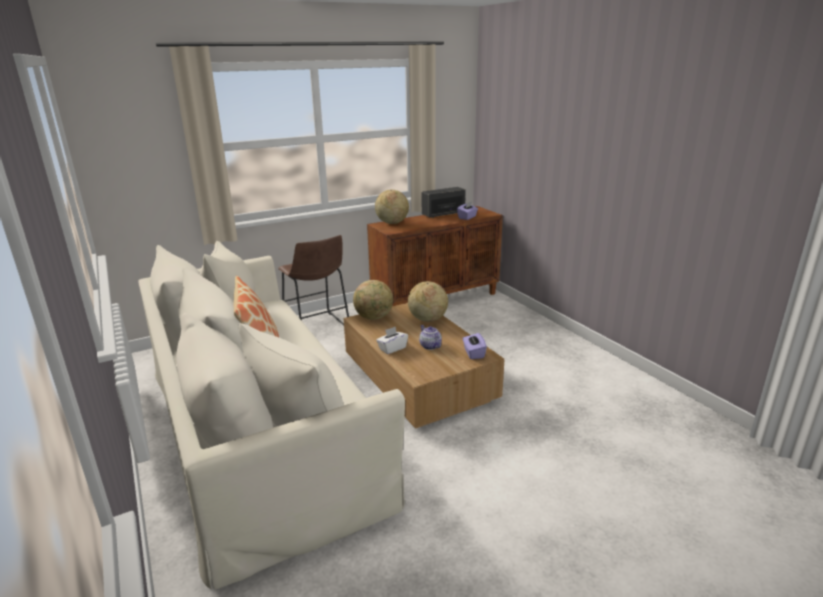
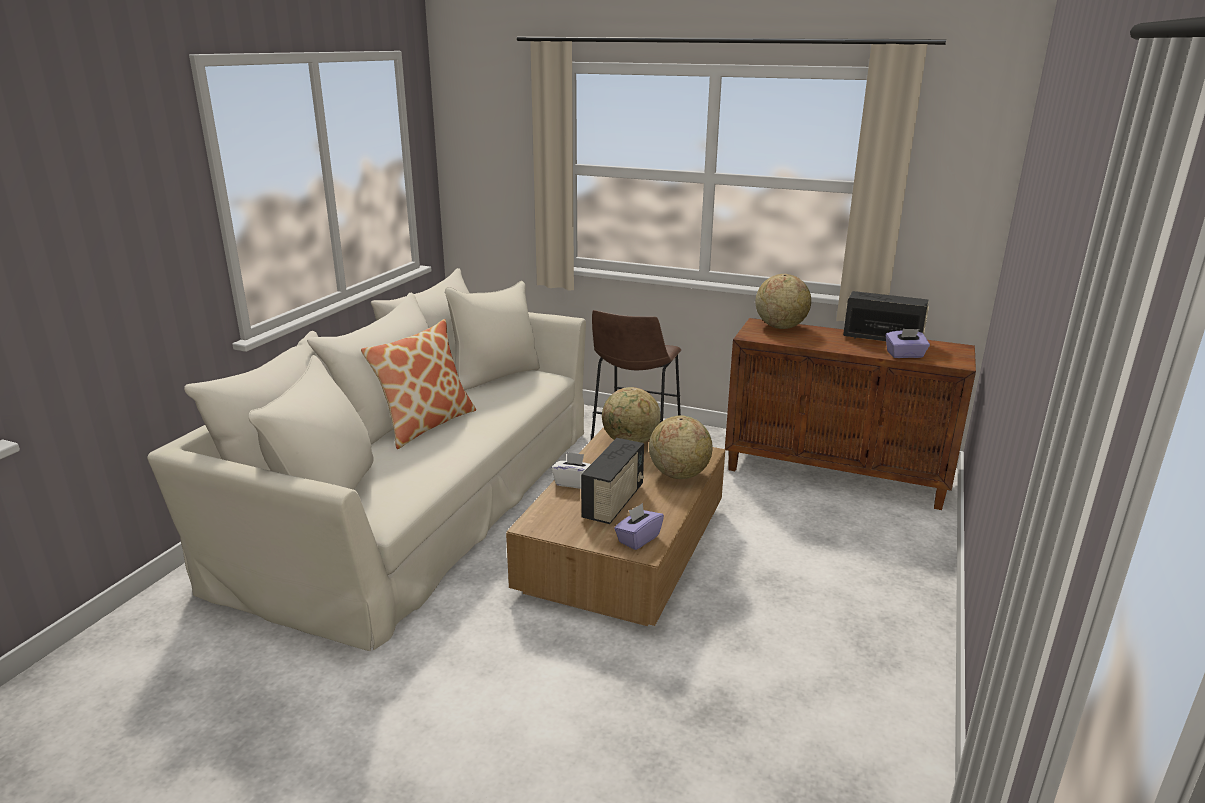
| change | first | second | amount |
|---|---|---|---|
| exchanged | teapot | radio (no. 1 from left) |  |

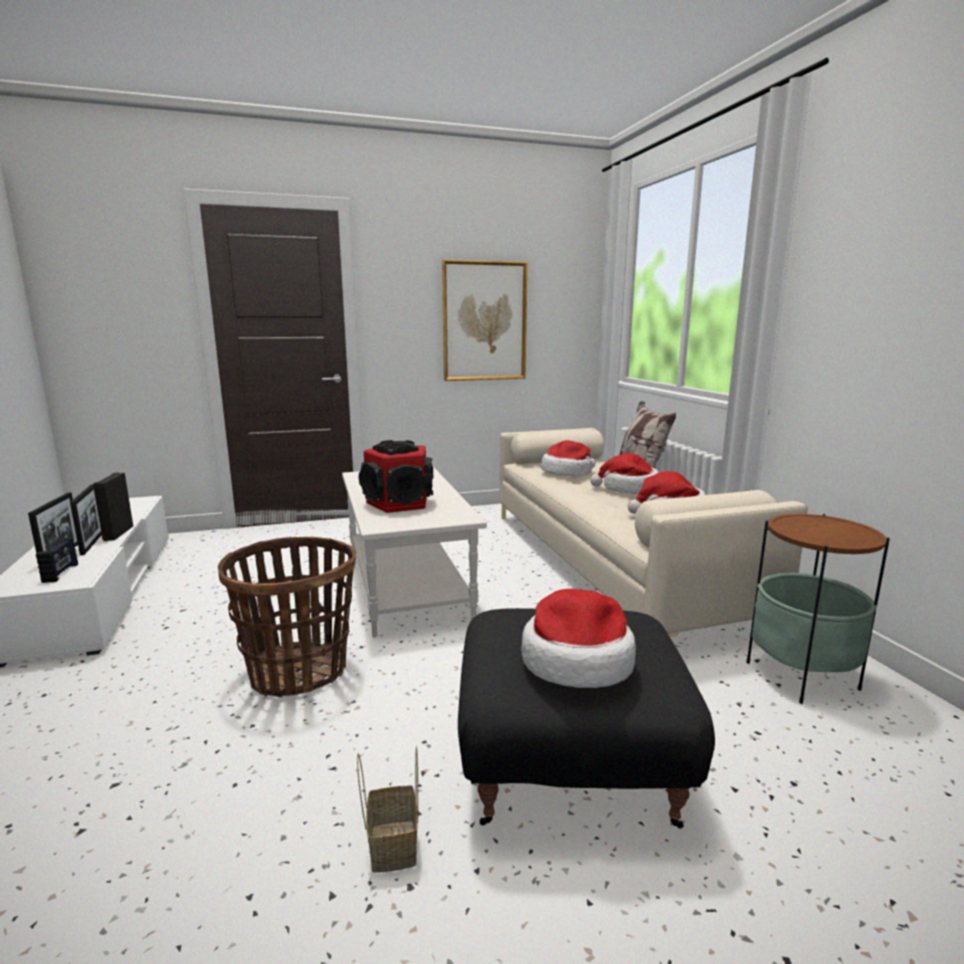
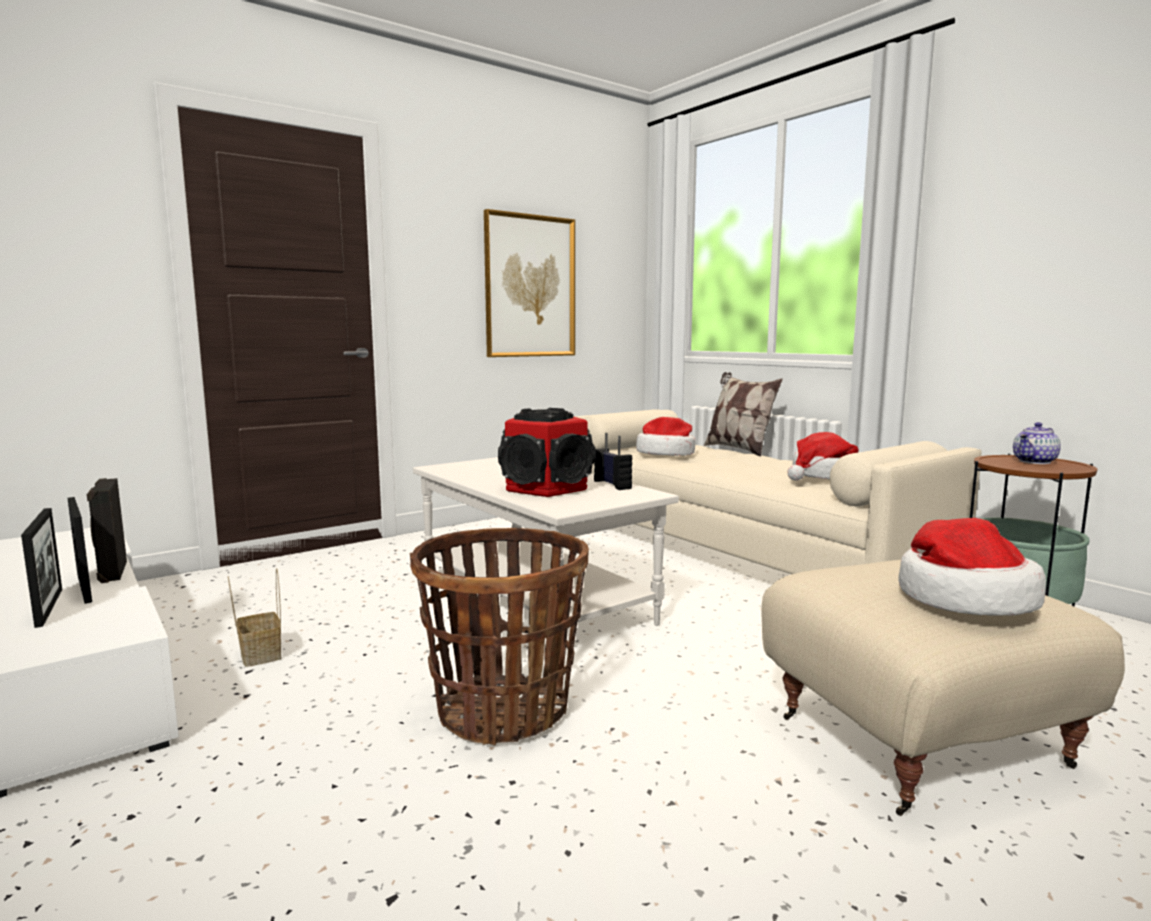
| change | first | second | amount |
|---|---|---|---|
| relocated | radio |  |  |
| relocated | basket (no. 2 from left in the first image) | basket (no. 1 from left) |  |
| colour | black ottoman | beige ottoman |  |
| missing | hat (no. 3 from left) |  |  |
| appeared |  | teapot |  |

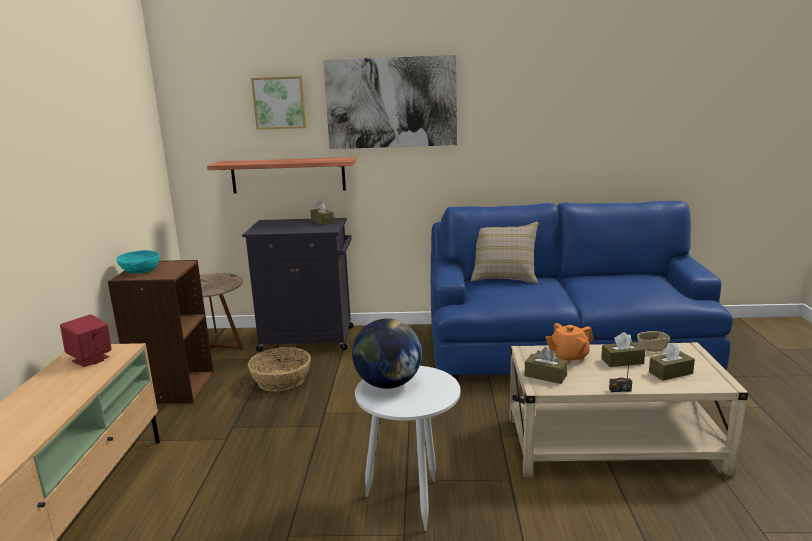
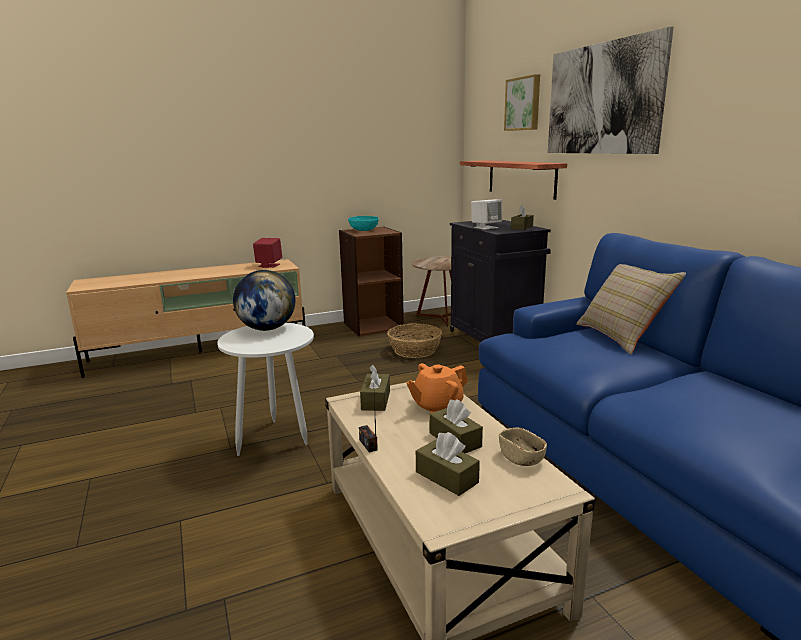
| change | first | second | amount |
|---|---|---|---|
| spun | orange teapot |  | 75 degrees counterclockwise |
| appeared |  | white speaker |  |

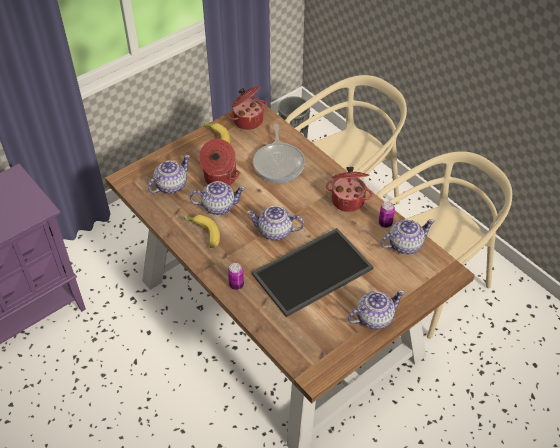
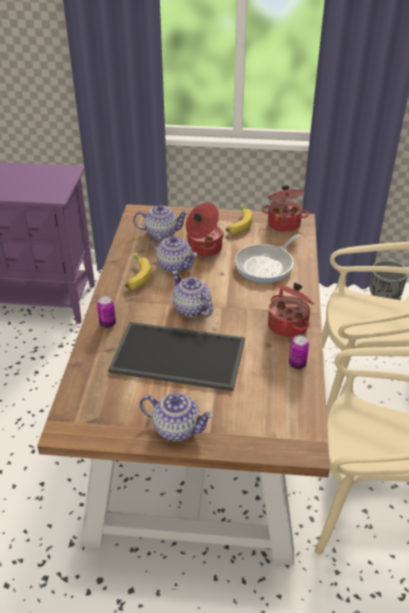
| change | first | second | amount |
|---|---|---|---|
| missing | teapot (no. 5 from left) |  |  |

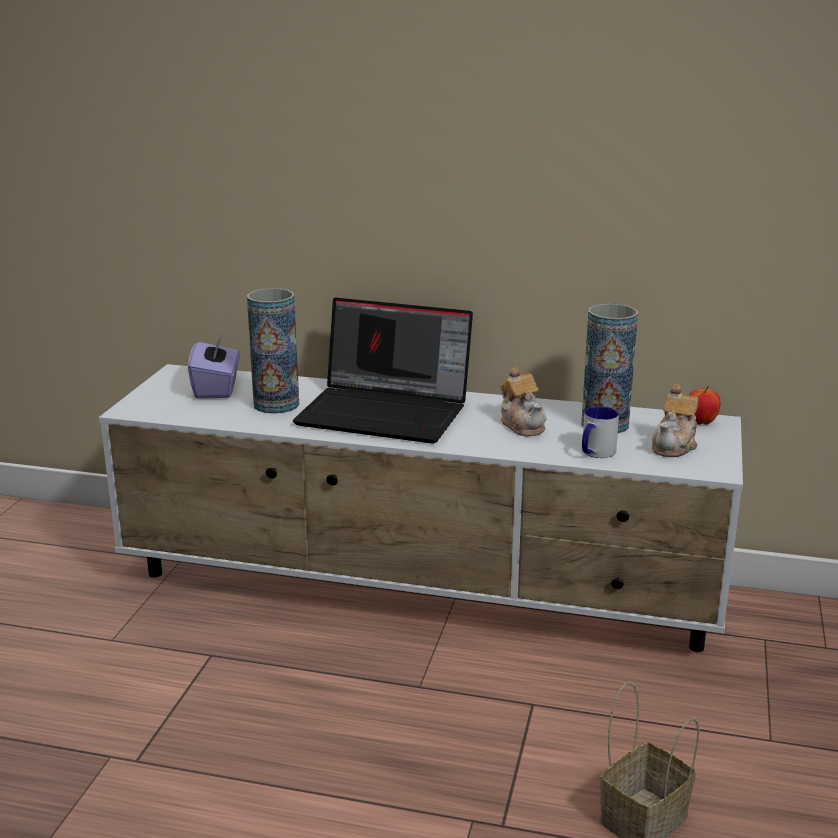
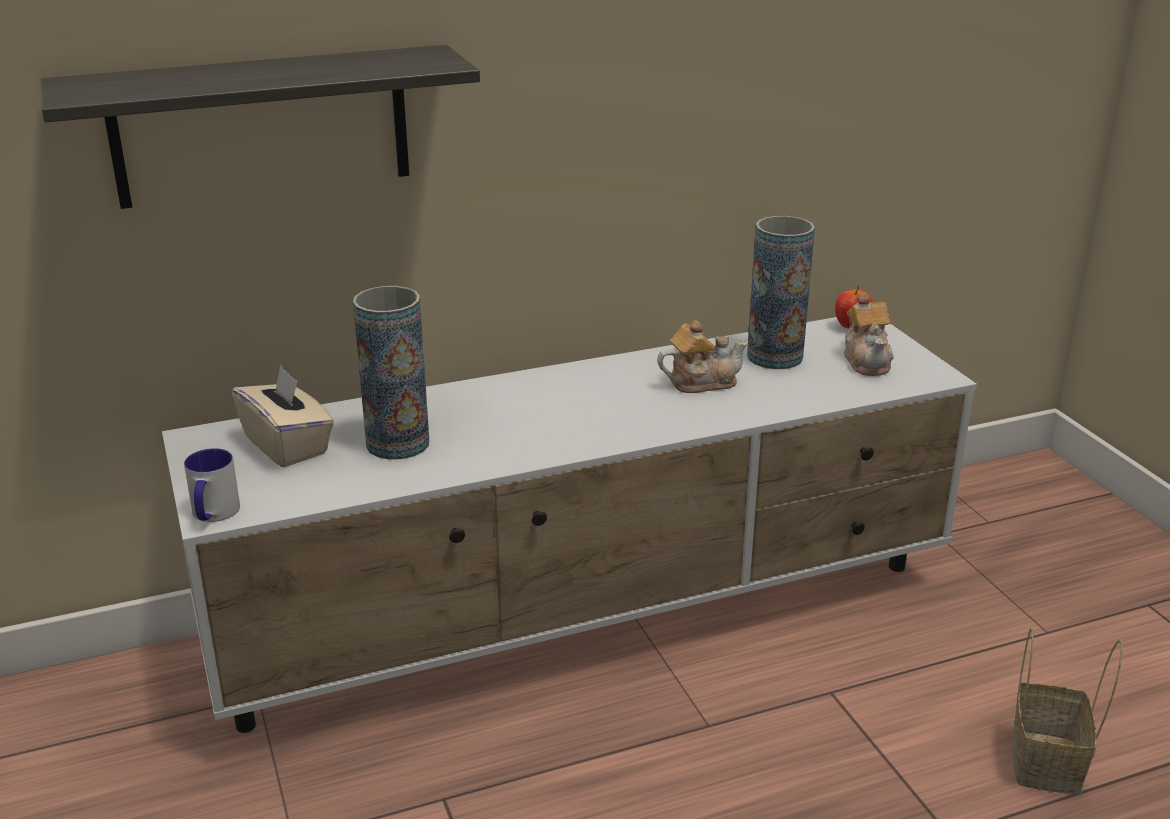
| change | first | second | amount |
|---|---|---|---|
| colour | purple tissue box | beige tissue box |  |
| missing | laptop |  |  |
| spun | teapot (no. 1 from left) |  | 45 degrees counterclockwise |
| relocated | mug |  |  |
| appeared |  | shelf |  |

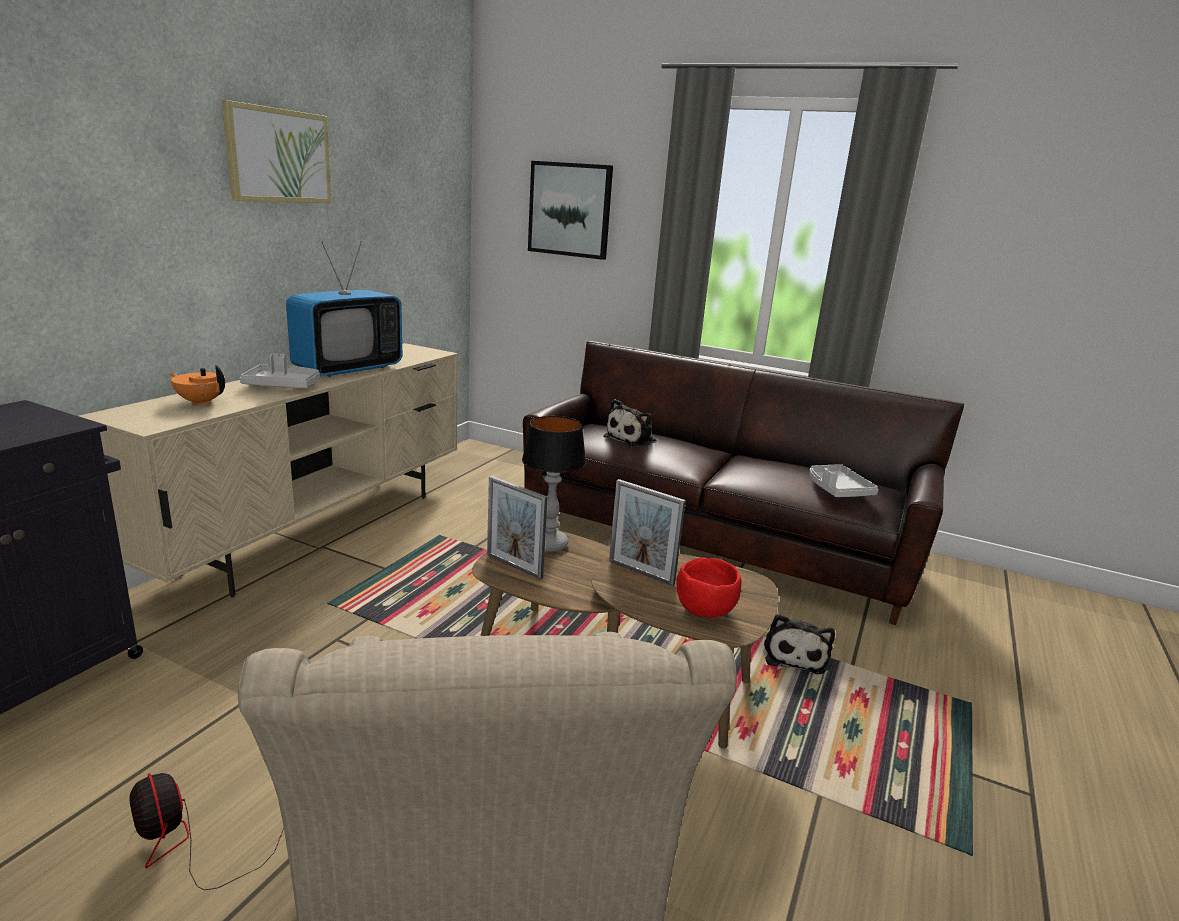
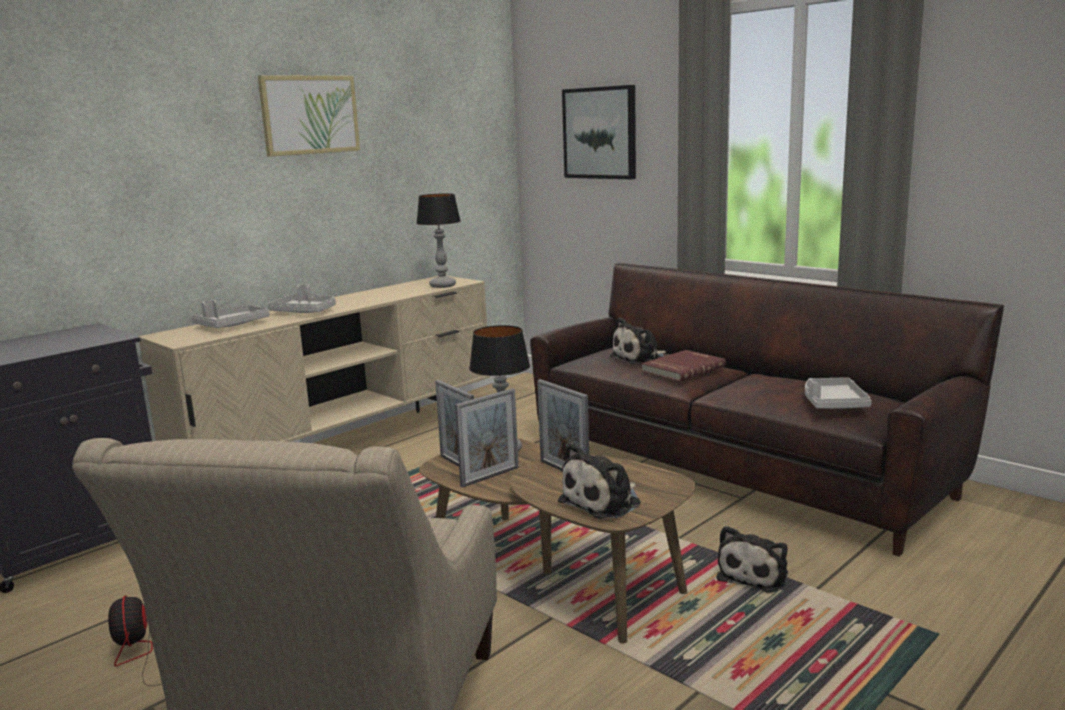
| change | first | second | amount |
|---|---|---|---|
| exchanged | orange teapot | grey tray (no. 1 from left) |  |
| missing | television |  |  |
| exchanged | red bowl | plush toy (no. 1 from left) |  |
| appeared |  | table lamp (no. 1 from left) |  |
| appeared |  | picture frame (no. 2 from left) |  |
| appeared |  | red book |  |

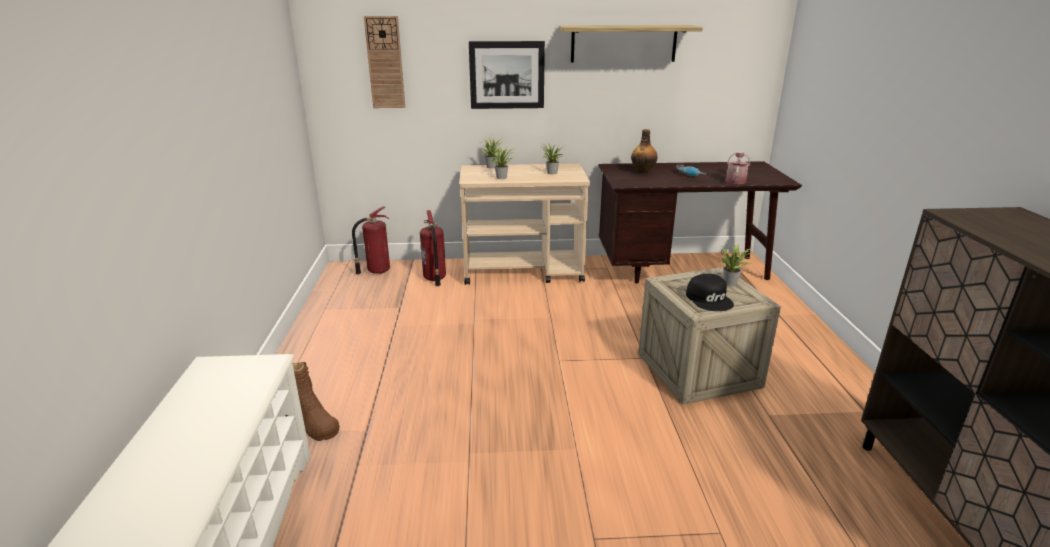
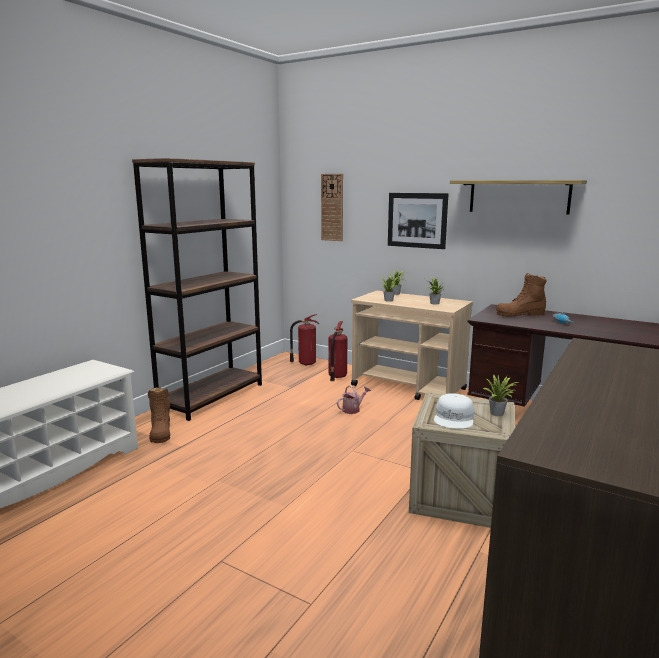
| change | first | second | amount |
|---|---|---|---|
| exchanged | bottle | brown boot (no. 2 from left) |  |
| colour | black cap | white cap |  |
| relocated | watering can |  |  |
| appeared |  | brown bookcase |  |

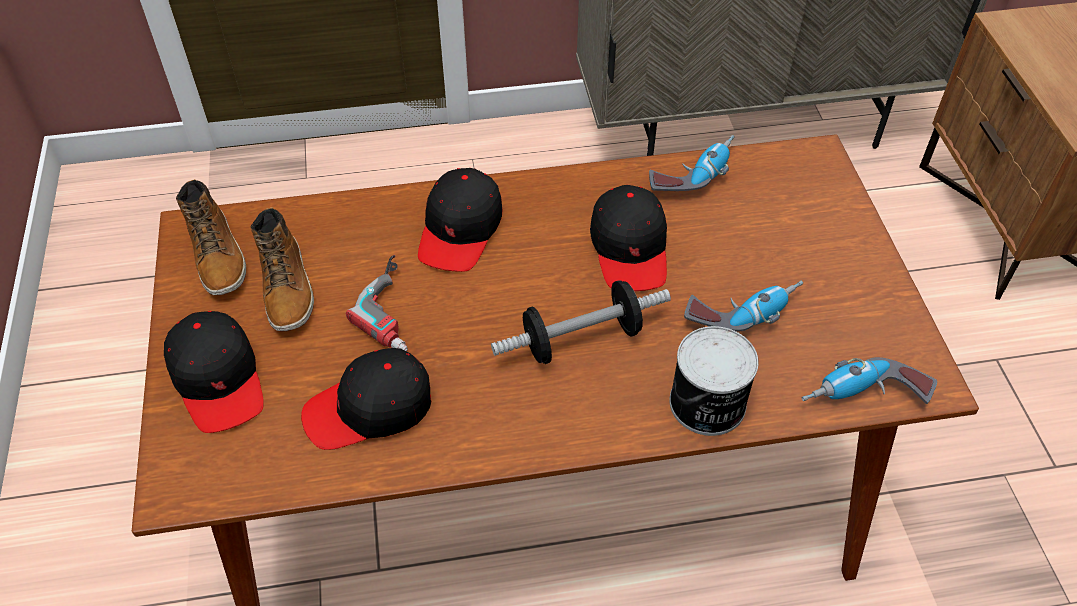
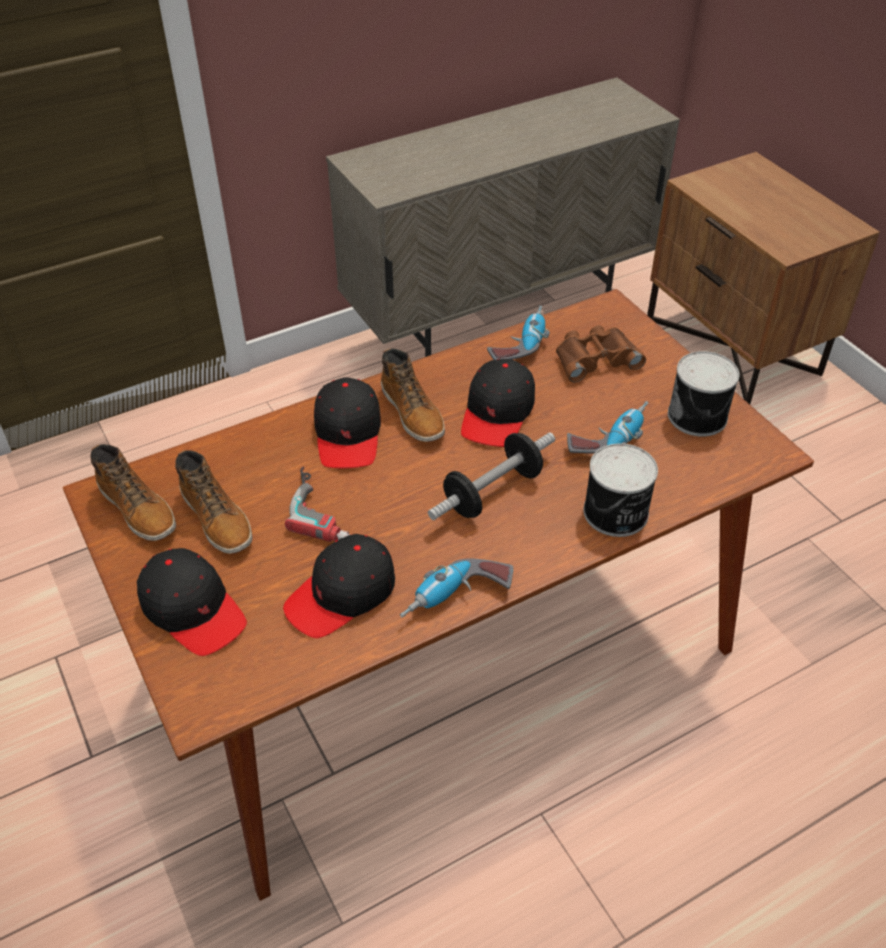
| change | first | second | amount |
|---|---|---|---|
| spun | black cap (no. 4 from left) |  | 45 degrees clockwise |
| relocated | power drill (no. 4 from left in the first image) | power drill (no. 2 from left) |  |
| appeared |  | boot (no. 3 from left) |  |
| appeared |  | brown binoculars |  |
| appeared |  | can (no. 2 from left) |  |

